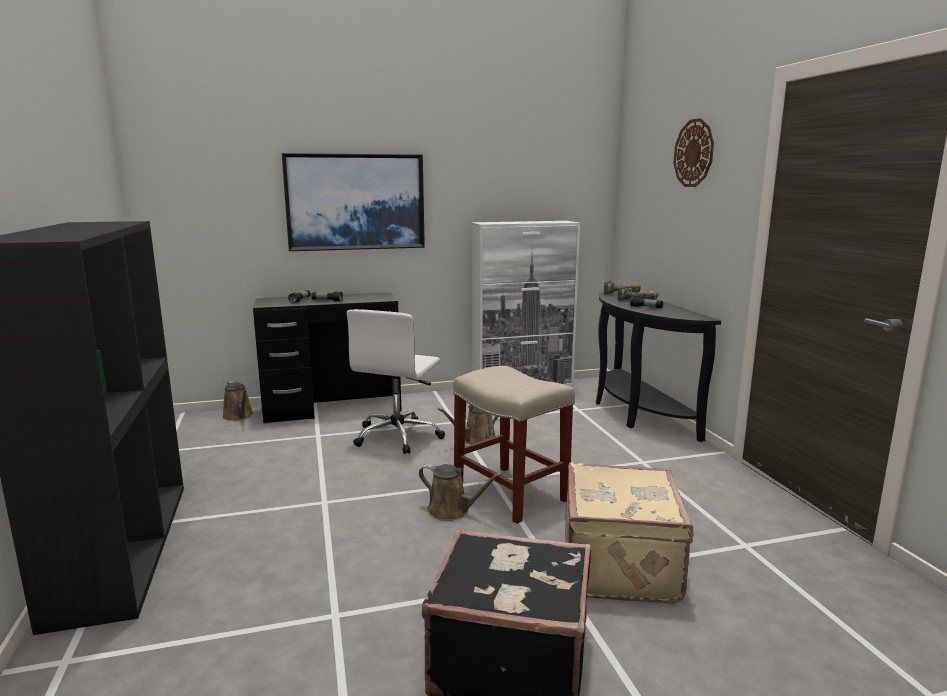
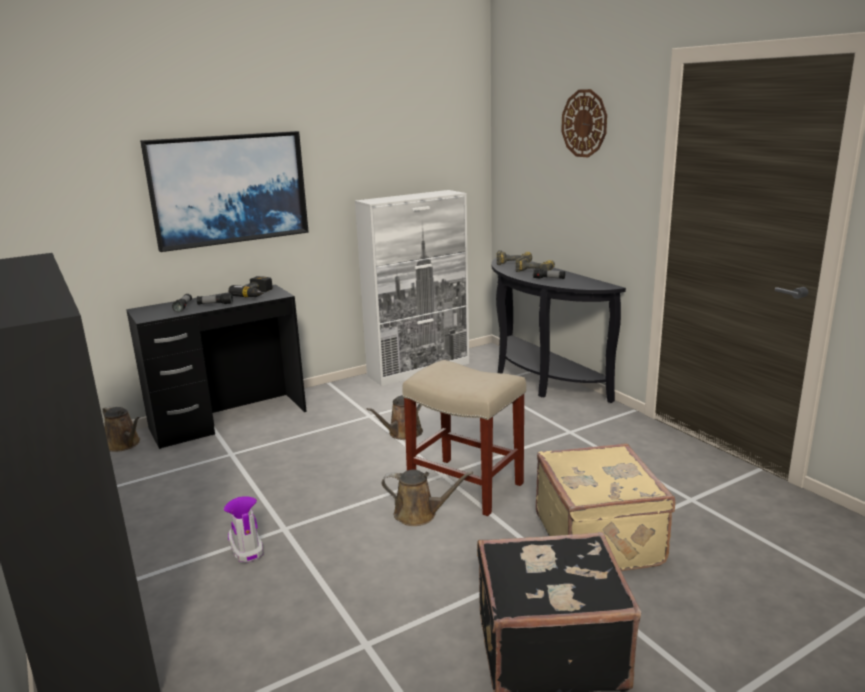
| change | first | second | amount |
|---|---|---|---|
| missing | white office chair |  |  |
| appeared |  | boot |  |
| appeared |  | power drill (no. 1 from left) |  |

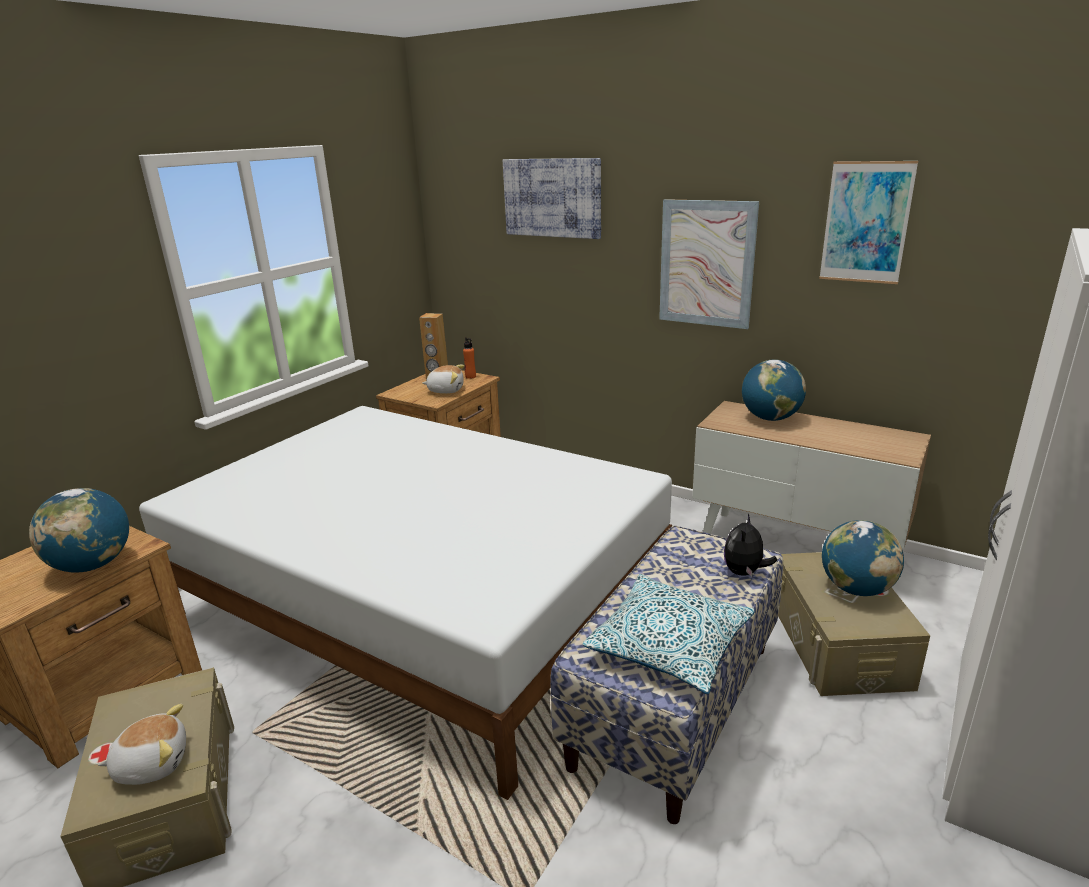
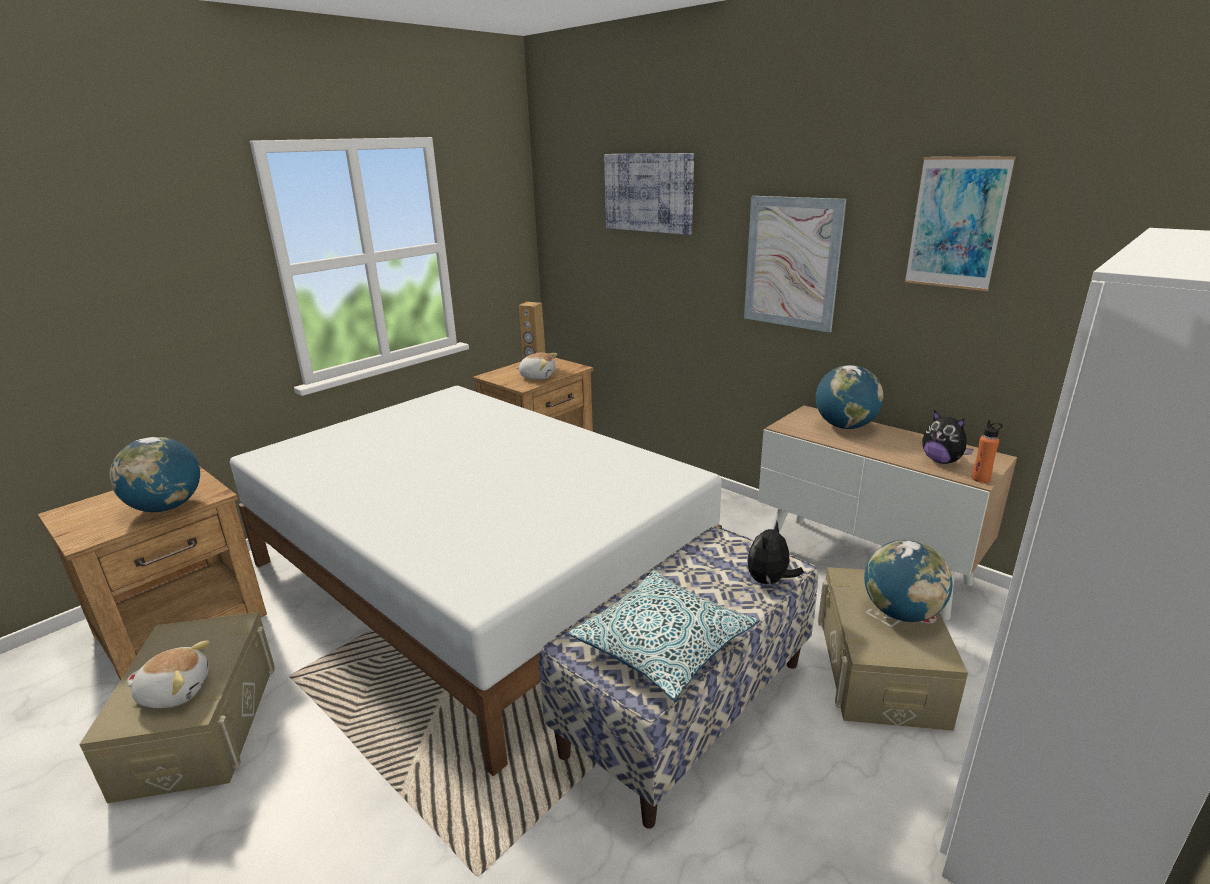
| change | first | second | amount |
|---|---|---|---|
| relocated | orange bottle |  |  |
| appeared |  | plush toy (no. 4 from left) |  |

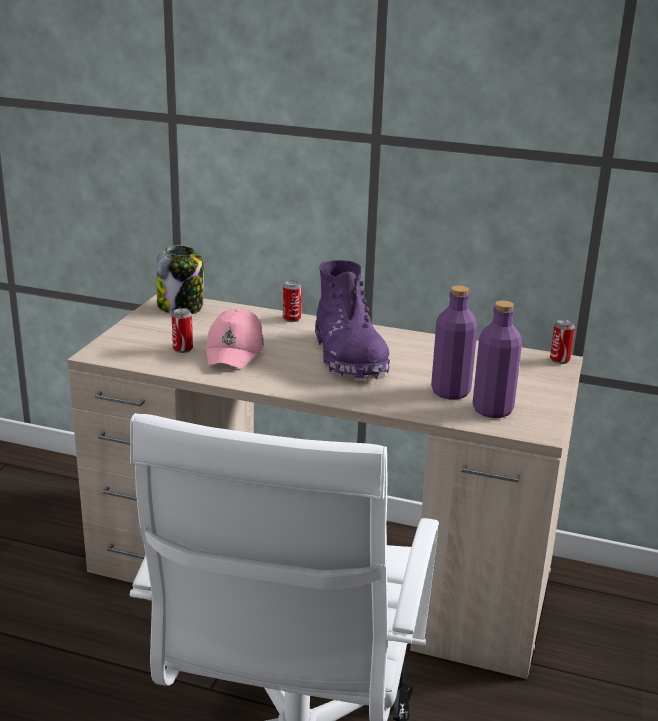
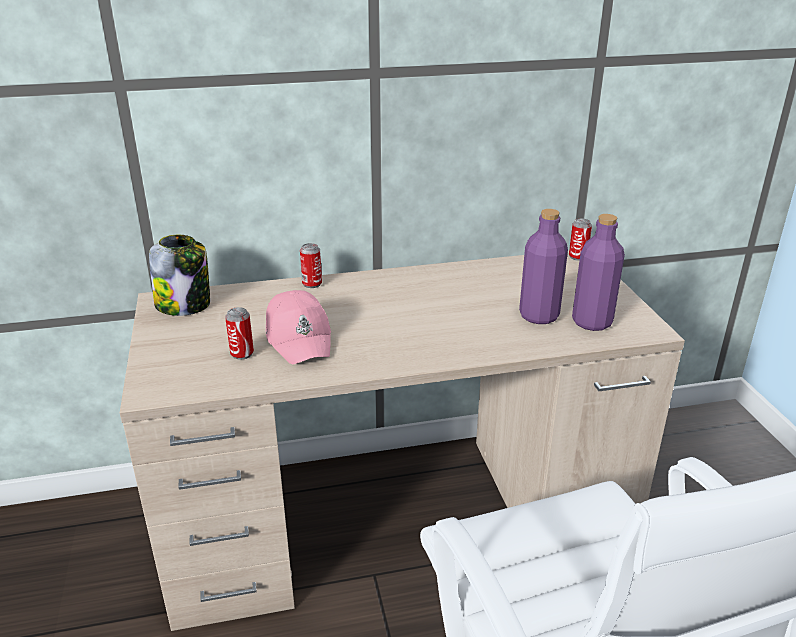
| change | first | second | amount |
|---|---|---|---|
| missing | purple boot |  |  |

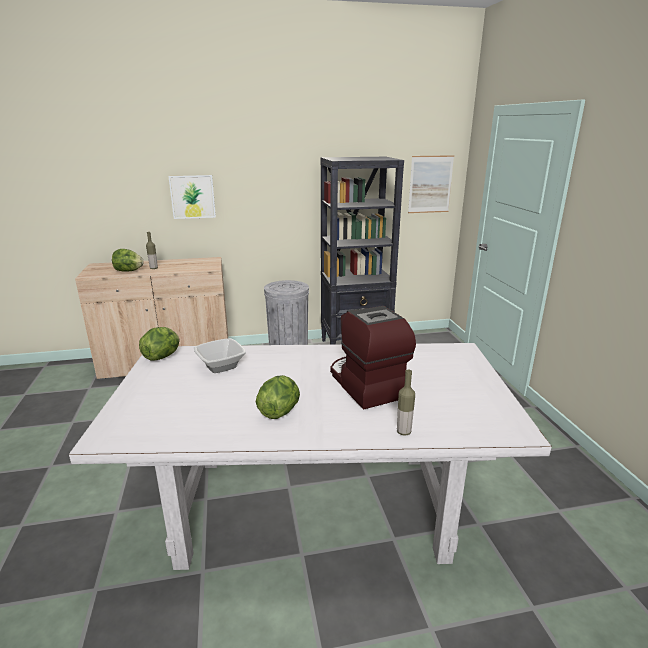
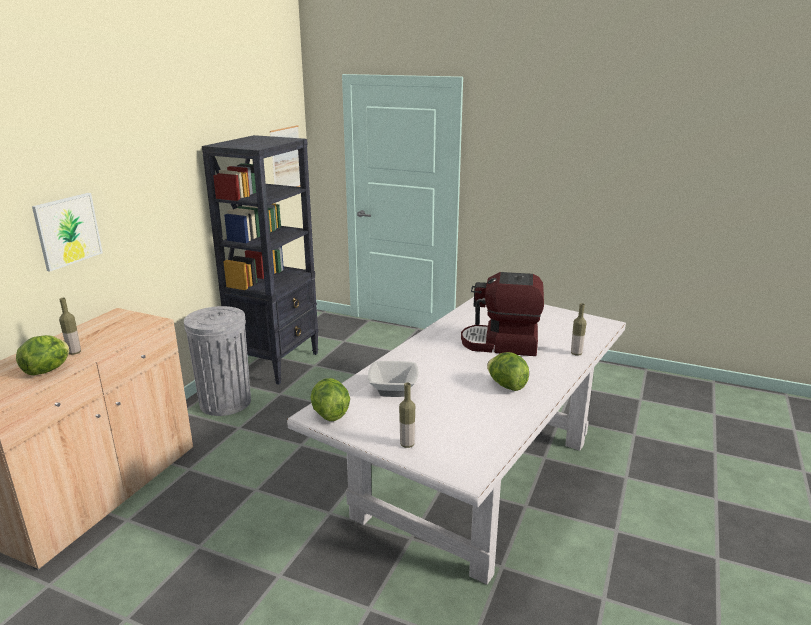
| change | first | second | amount |
|---|---|---|---|
| appeared |  | bottle (no. 2 from left) |  |

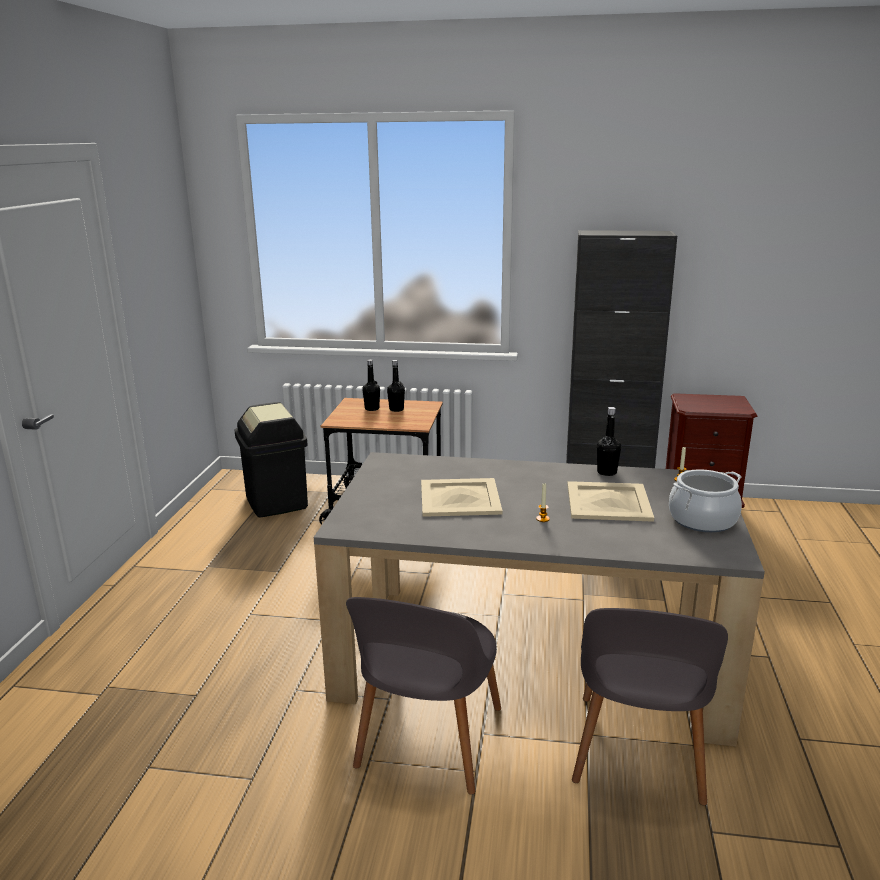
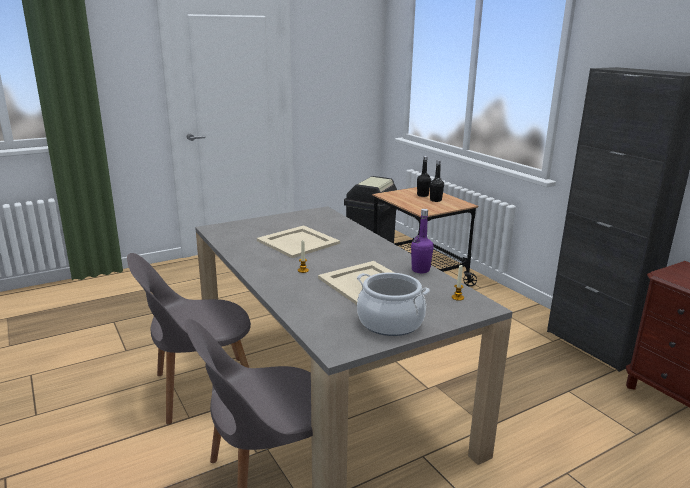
| change | first | second | amount |
|---|---|---|---|
| colour | black bottle (no. 3 from left) | purple bottle |  |

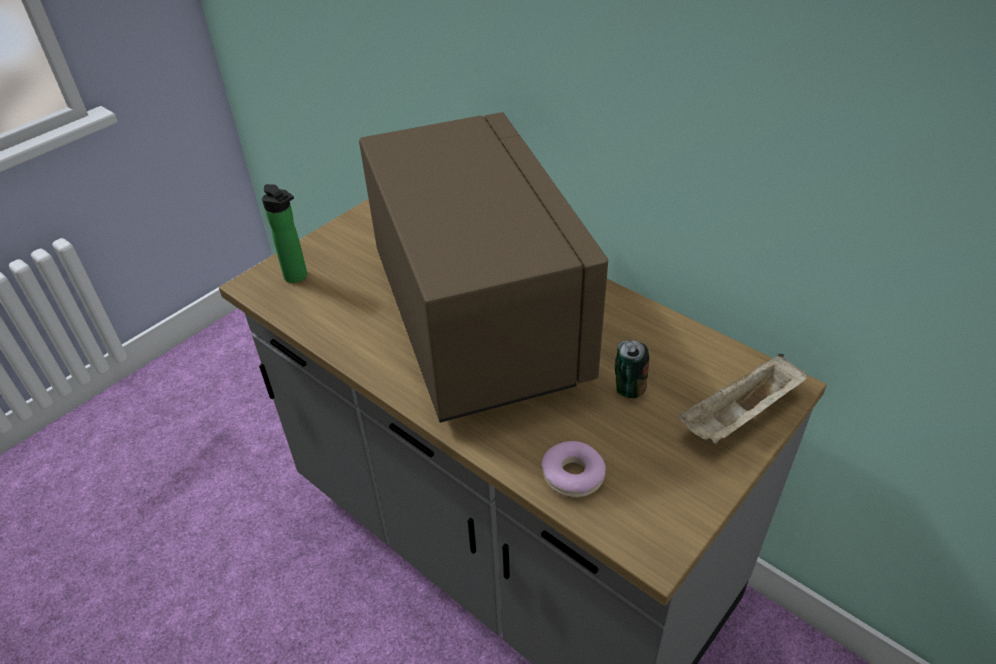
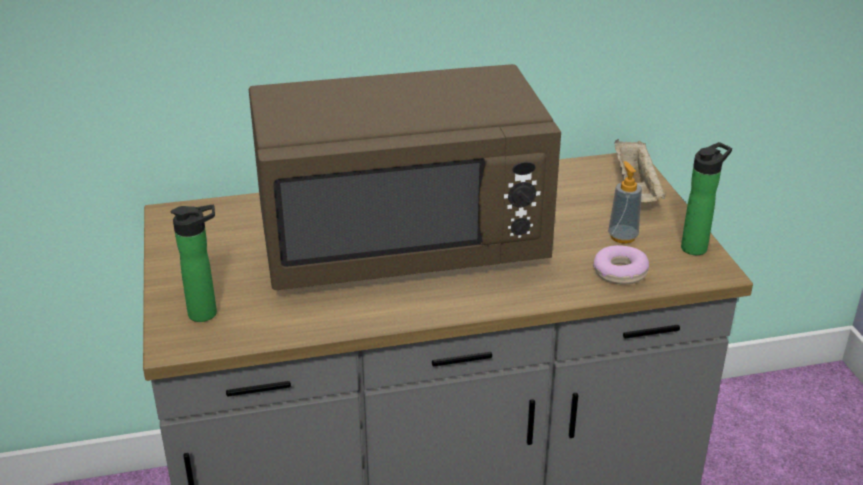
| change | first | second | amount |
|---|---|---|---|
| spun | brown microwave |  | 150 degrees clockwise |
| missing | can |  |  |
| appeared |  | soap dispenser |  |
| appeared |  | bottle (no. 2 from left) |  |

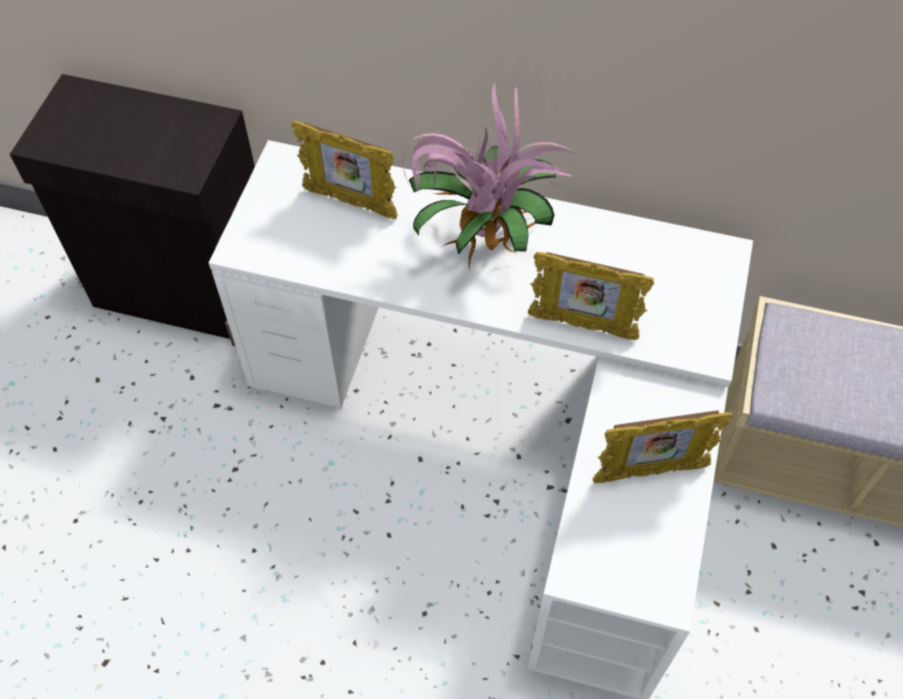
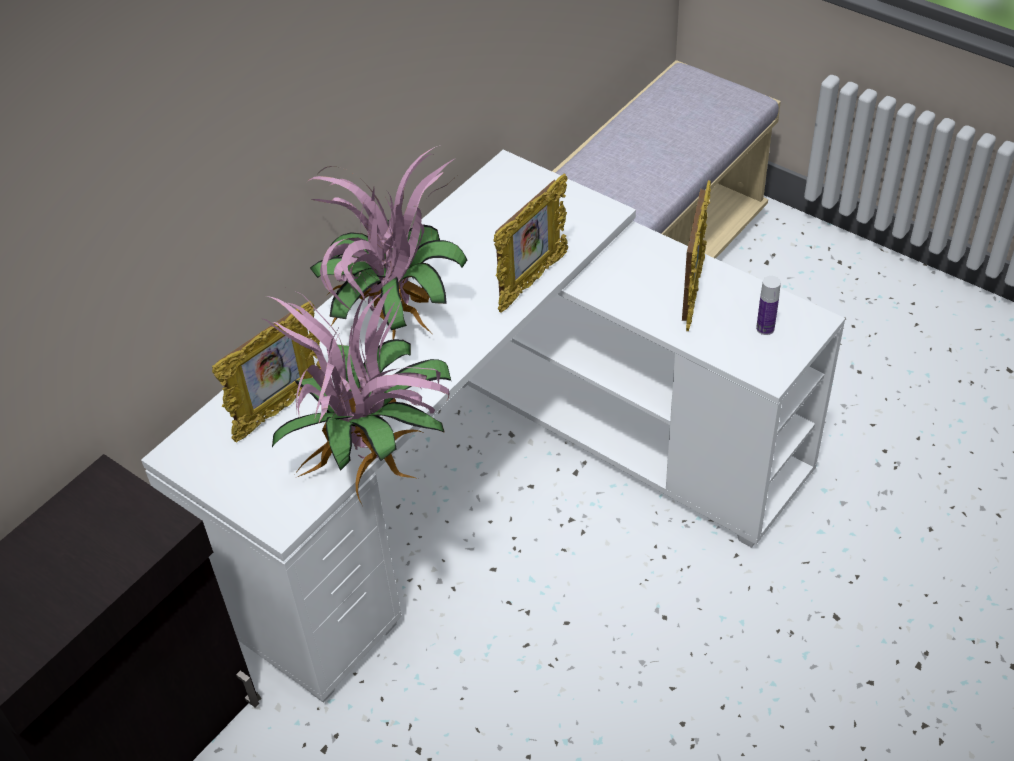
| change | first | second | amount |
|---|---|---|---|
| appeared |  | potted plant (no. 1 from left) |  |
| appeared |  | bottle |  |

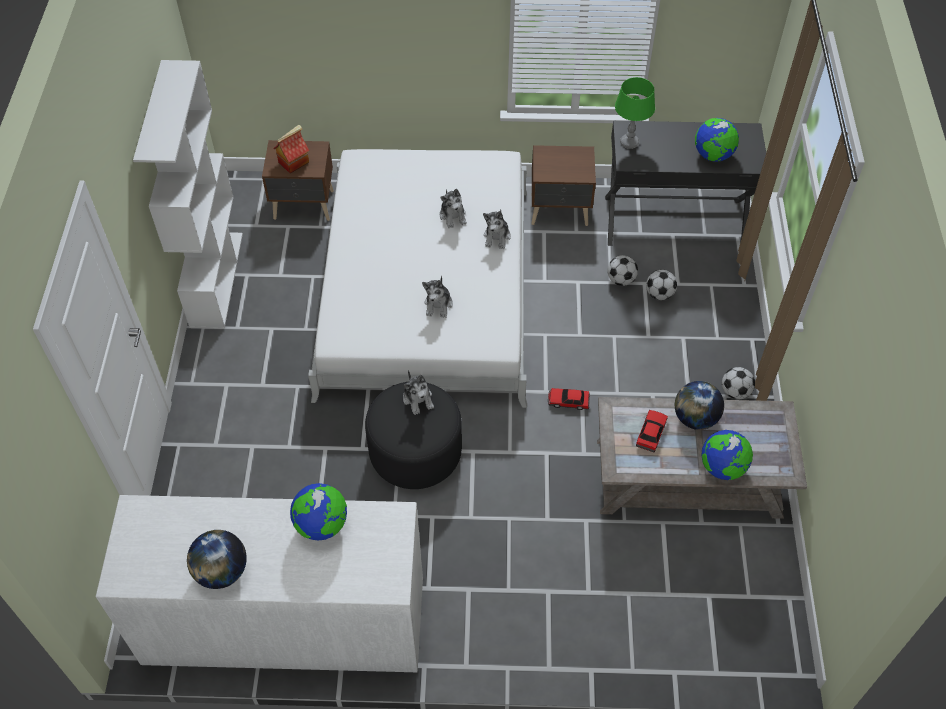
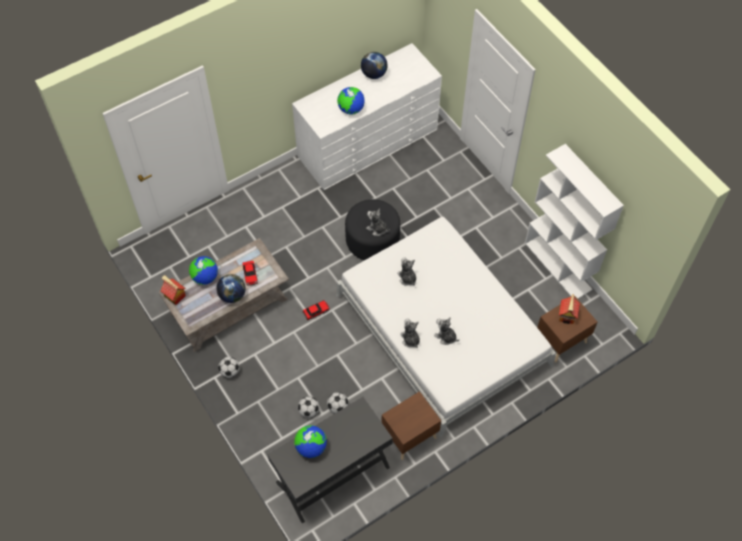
| change | first | second | amount |
|---|---|---|---|
| missing | green table lamp |  |  |
| appeared |  | toy house (no. 1 from left) |  |

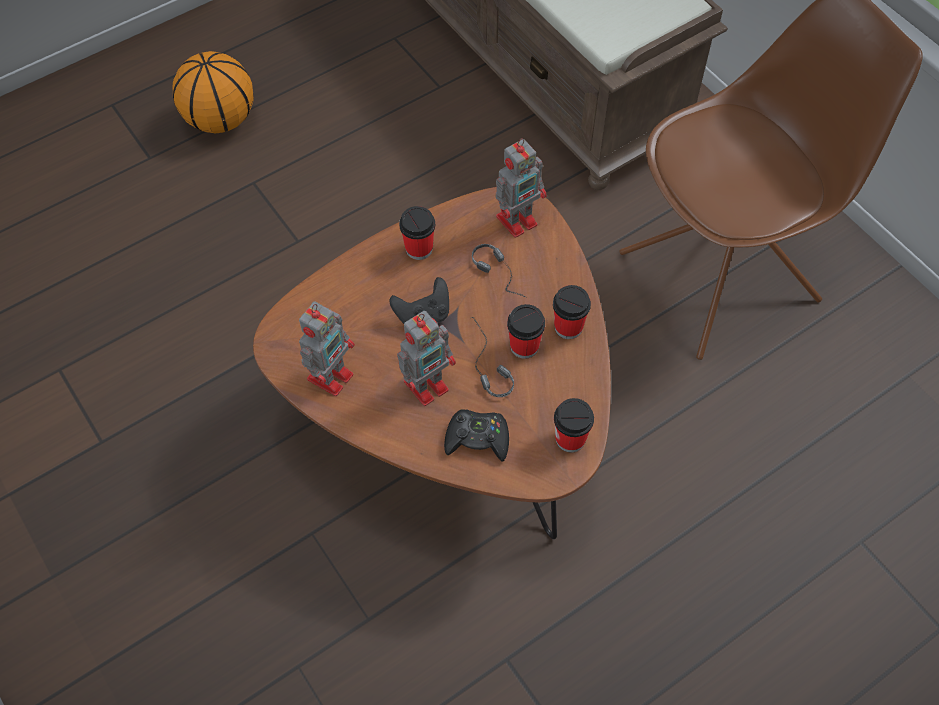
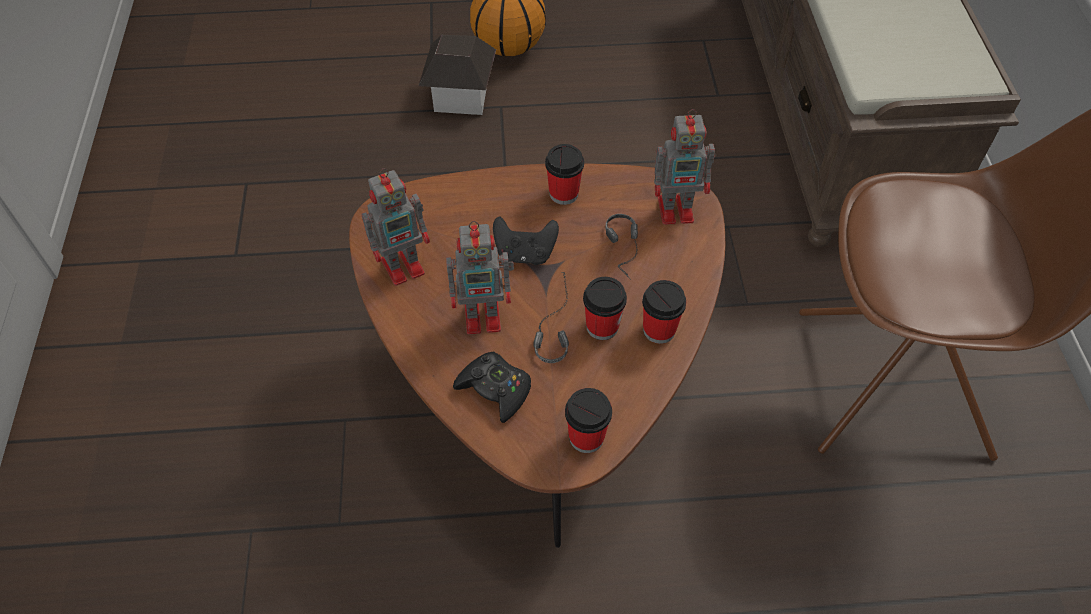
| change | first | second | amount |
|---|---|---|---|
| appeared |  | toy house |  |

